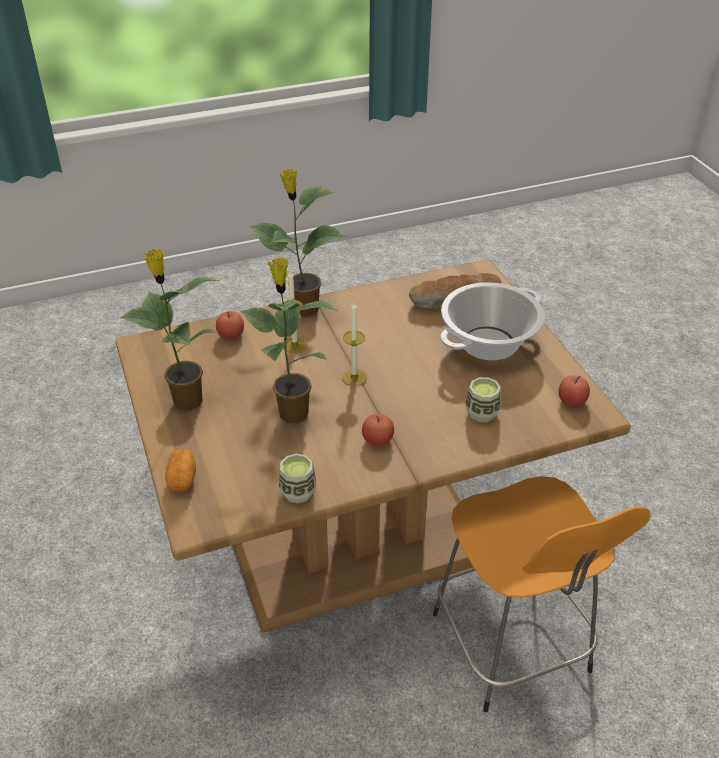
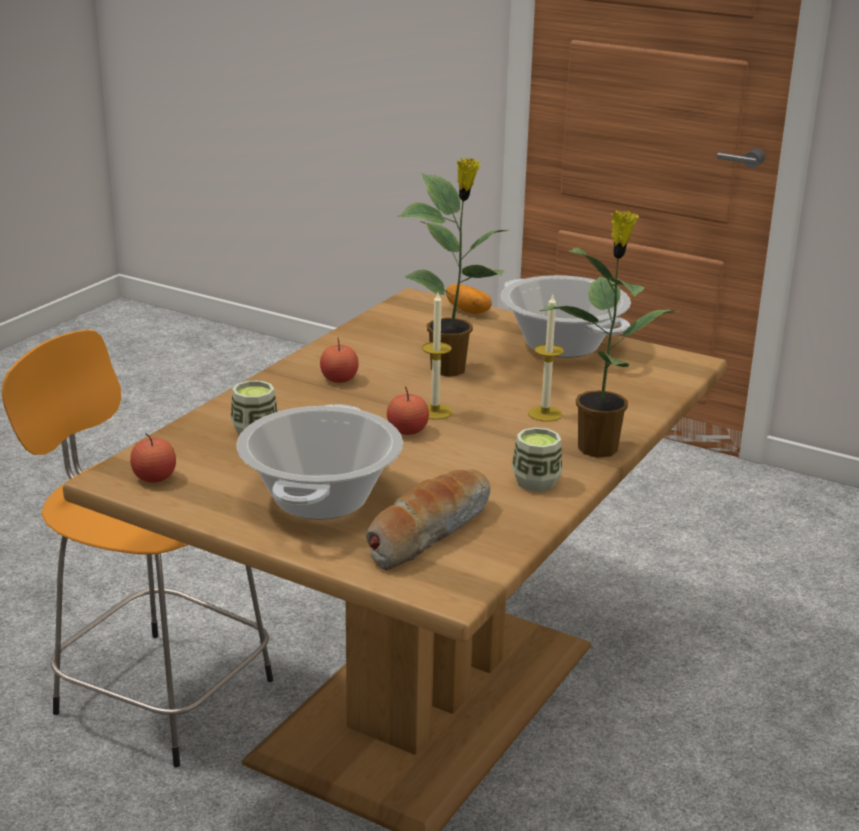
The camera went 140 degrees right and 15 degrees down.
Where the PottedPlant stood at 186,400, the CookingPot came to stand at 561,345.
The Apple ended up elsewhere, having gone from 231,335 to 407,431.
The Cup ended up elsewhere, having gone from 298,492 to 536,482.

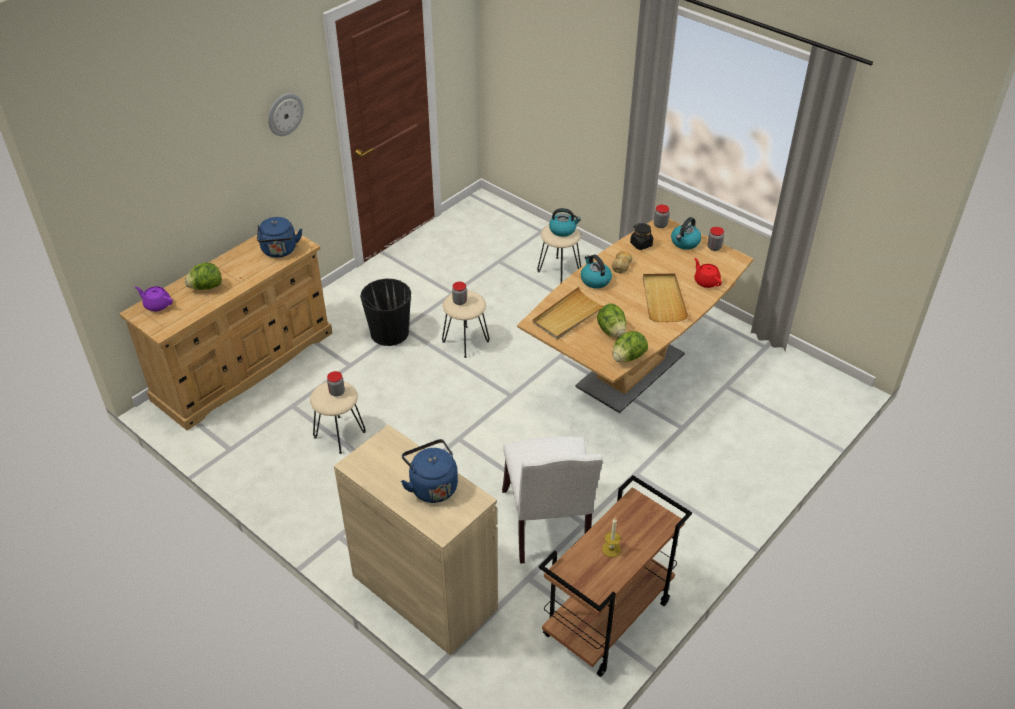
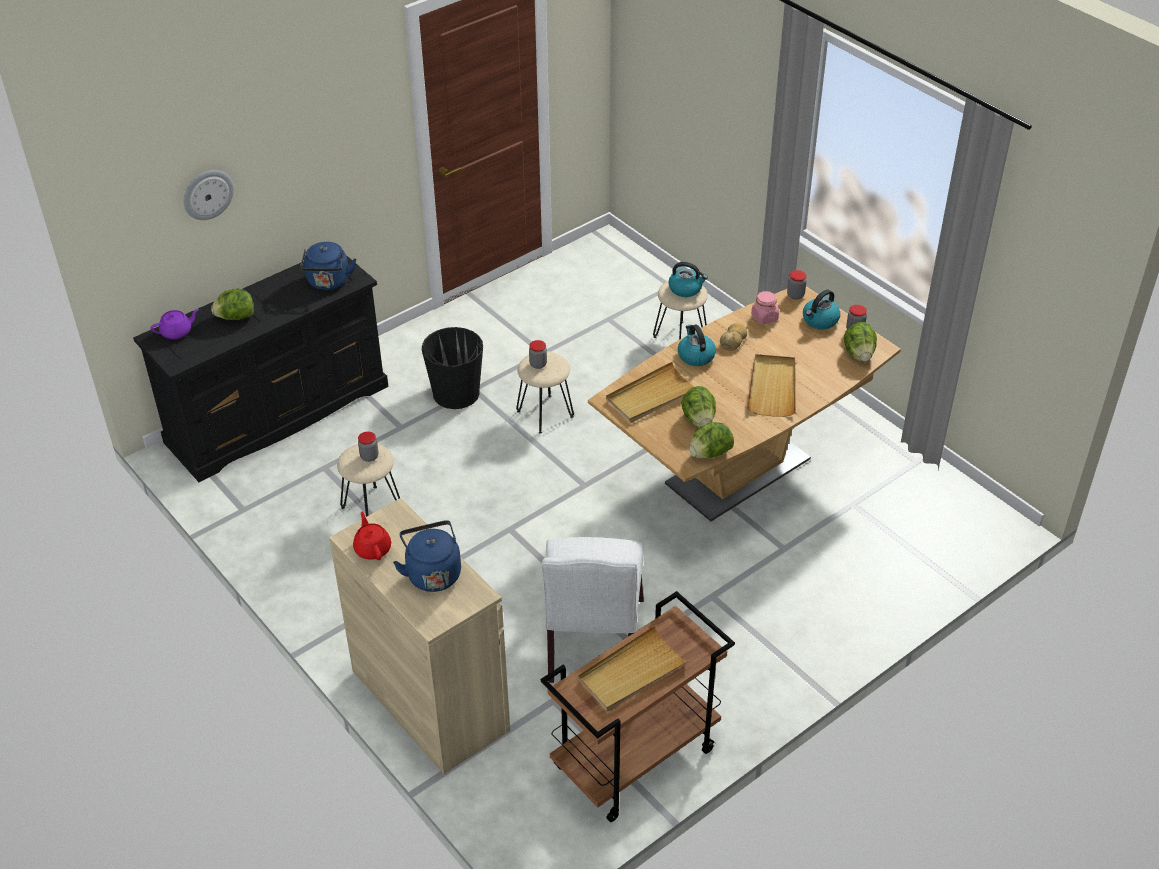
The camera went 10 degrees right and 0 degrees up.
The WallClock ended up elsewhere, having gone from 284,114 to 207,194.
What was the BlackJar at 641,244 turned into the PinkJar at 764,317.
What was the BeigeDresser at 244,365 turned into the BlackDresser at 279,413.
The RedTeapot ended up elsewhere, having gone from 706,281 to 373,548.
The PurpleTeapot at 157,305 ended up facing another way, 120 degrees clockwise from before.
Where the Candle stood at 611,549, the BeigeTray came to stand at 631,672.
The second view gained the Lettuce at 859,354.

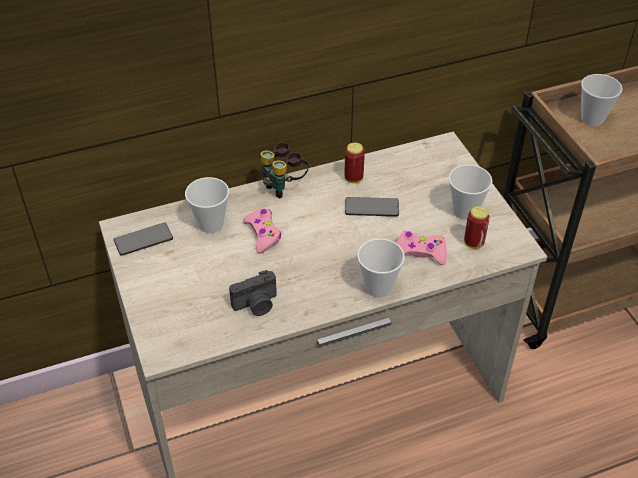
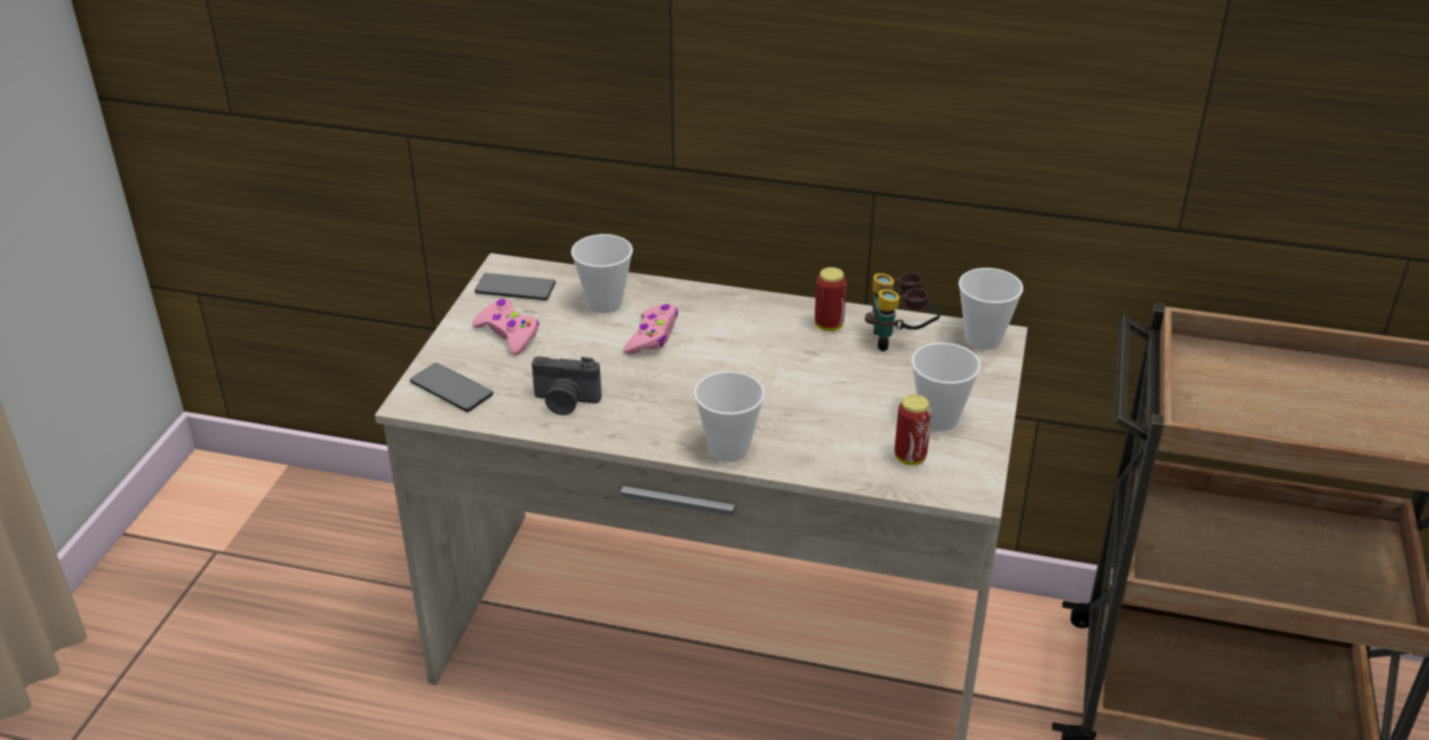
The camera went 35 degrees right and 10 degrees down.
The Cup ended up elsewhere, having gone from 592,118 to 983,339.
The Binoculars ended up elsewhere, having gone from 284,186 to 899,340.
The Phone ended up elsewhere, having gone from 372,208 to 451,389.
The PinkGameController ended up elsewhere, having gone from 420,252 to 508,334.

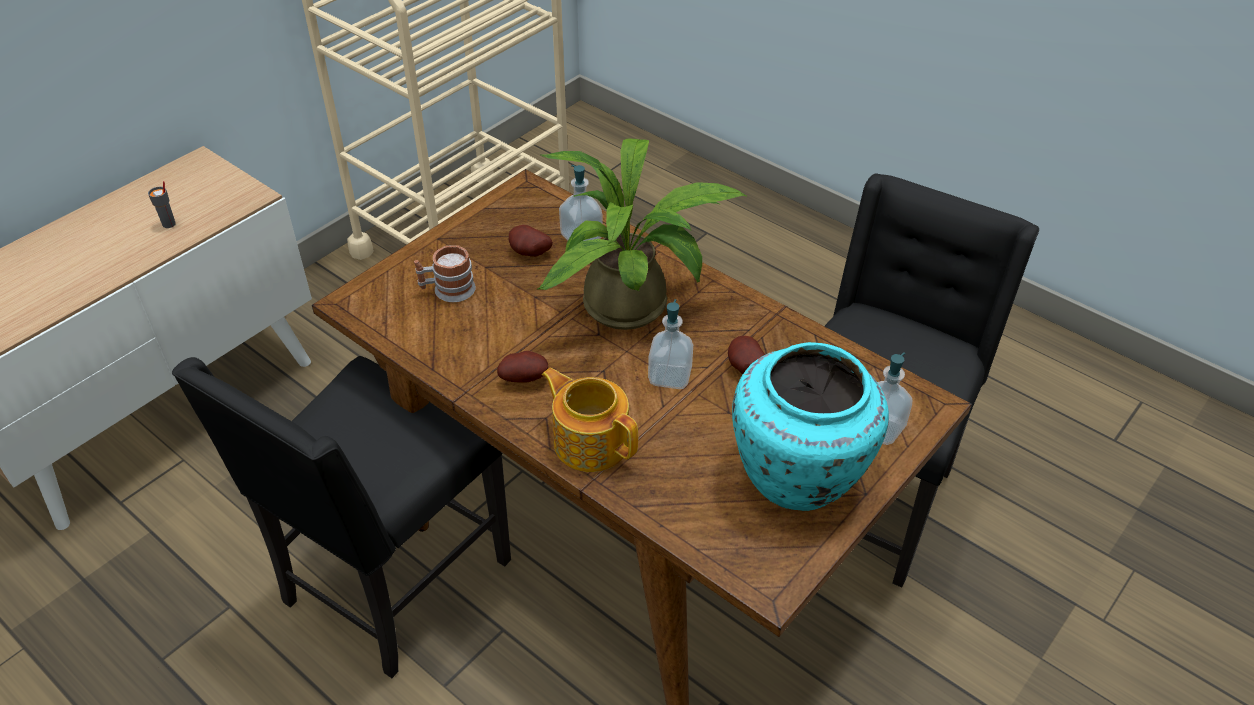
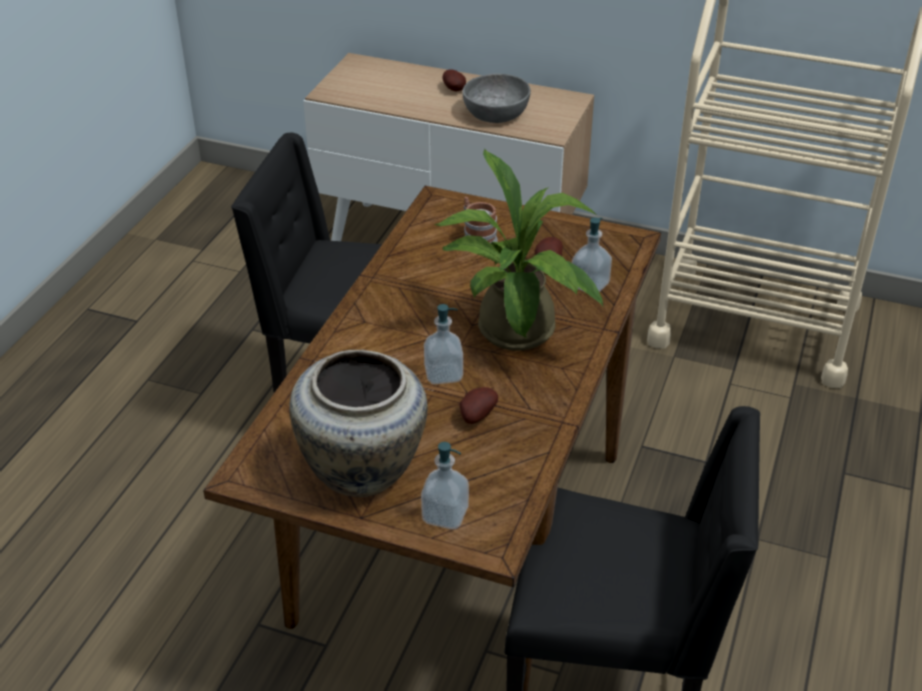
The camera went 70 degrees right and 5 degrees down.
Where the GreyCup stood at 169,224, the GreyBowl came to stand at 496,114.
What was the TurquoiseVase at 799,476 turned into the BeigeVase at 363,472.
The Potato ended up elsewhere, having gone from 524,378 to 455,90.
The second view lost the Teapot at 590,441.

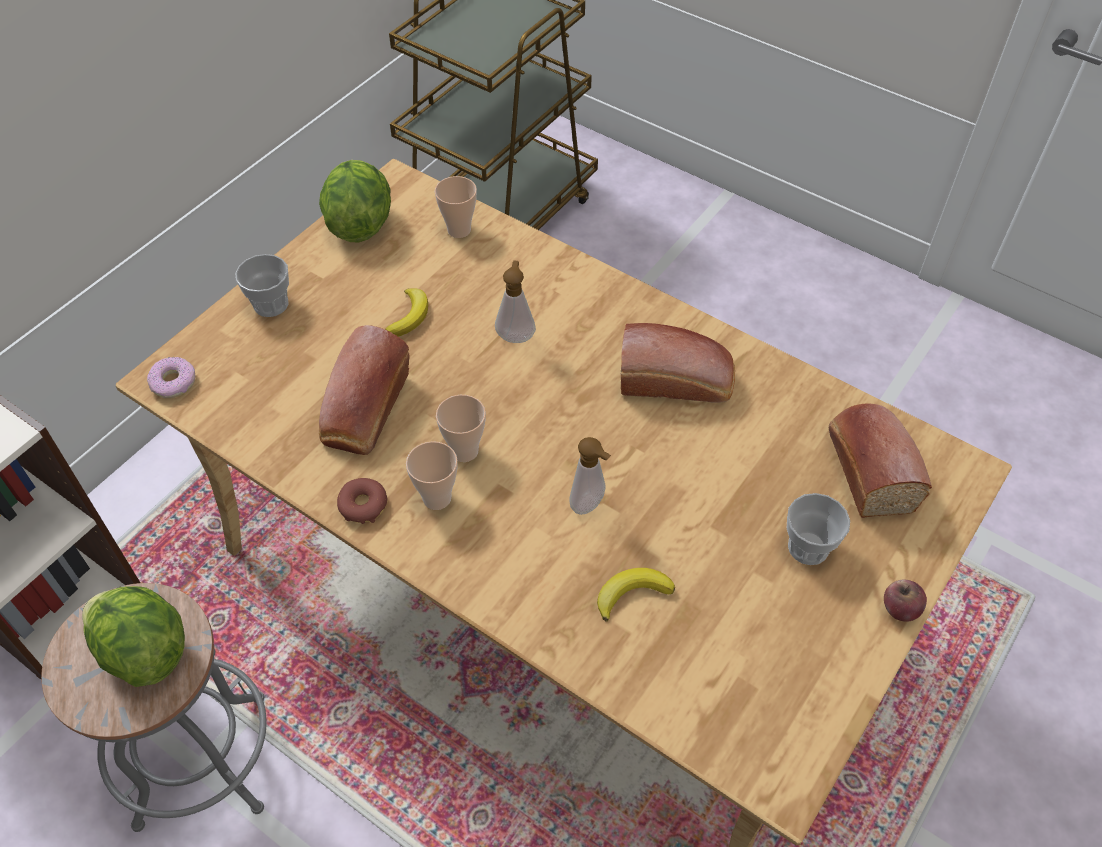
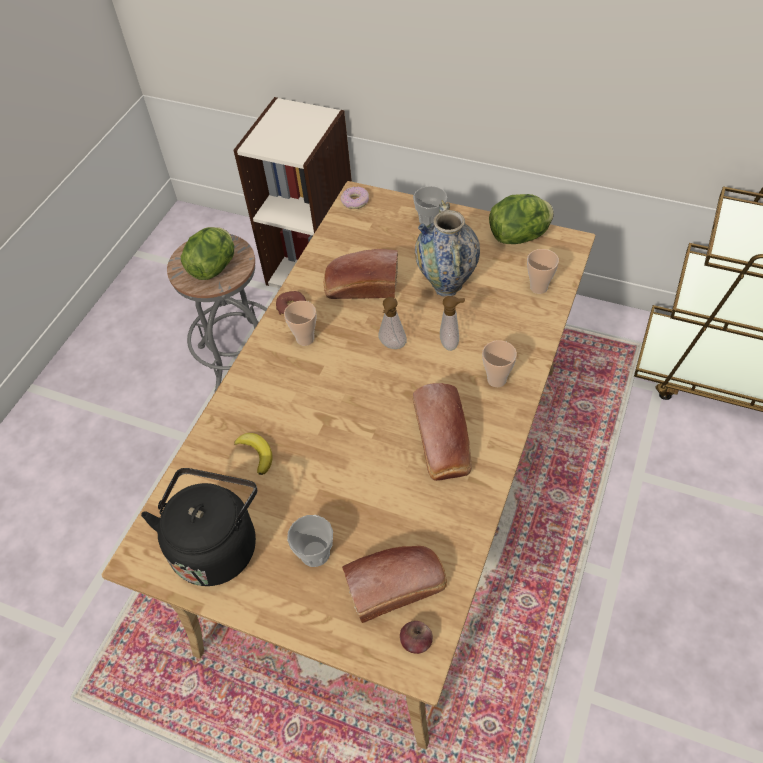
The camera went 80 degrees right and 0 degrees up.
Where the Banana stood at 409,316, the Vase came to stand at 447,285.
The Cup ended up elsewhere, having gone from 464,451 to 496,380.
The SoapDispenser ended up elsewhere, having gone from 590,505 to 392,346.
The Apple ended up elsewhere, having gone from 900,609 to 416,642.
The second view gained the BlackKettle at 216,544.

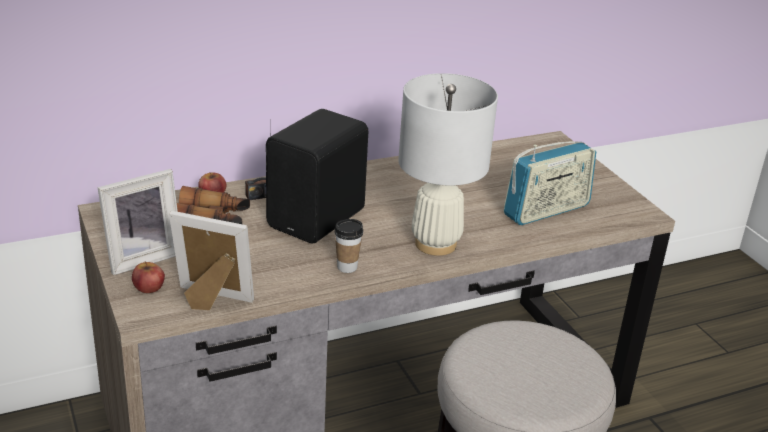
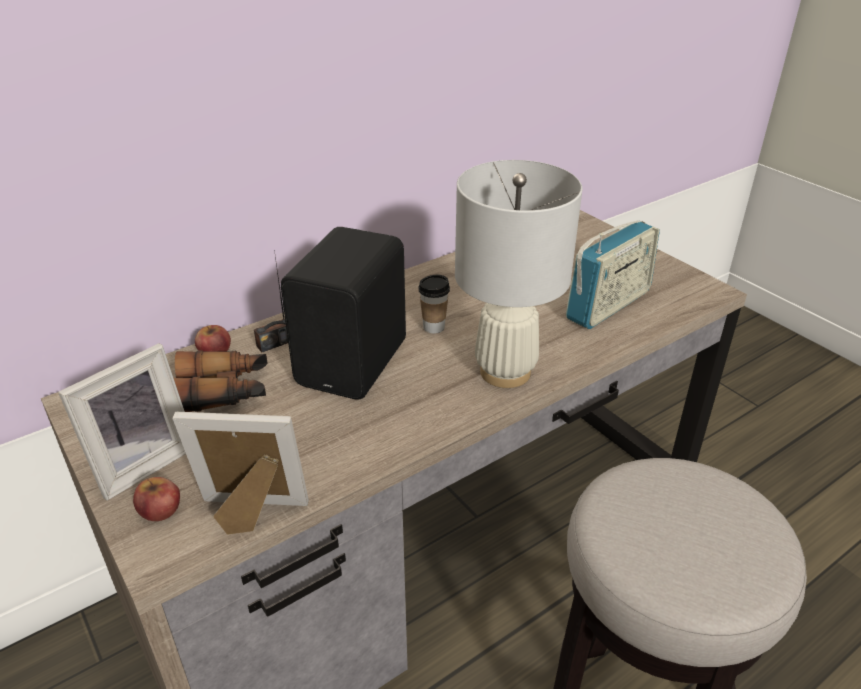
The camera went 10 degrees left and 5 degrees up.
The Cup ended up elsewhere, having gone from 347,267 to 434,327.

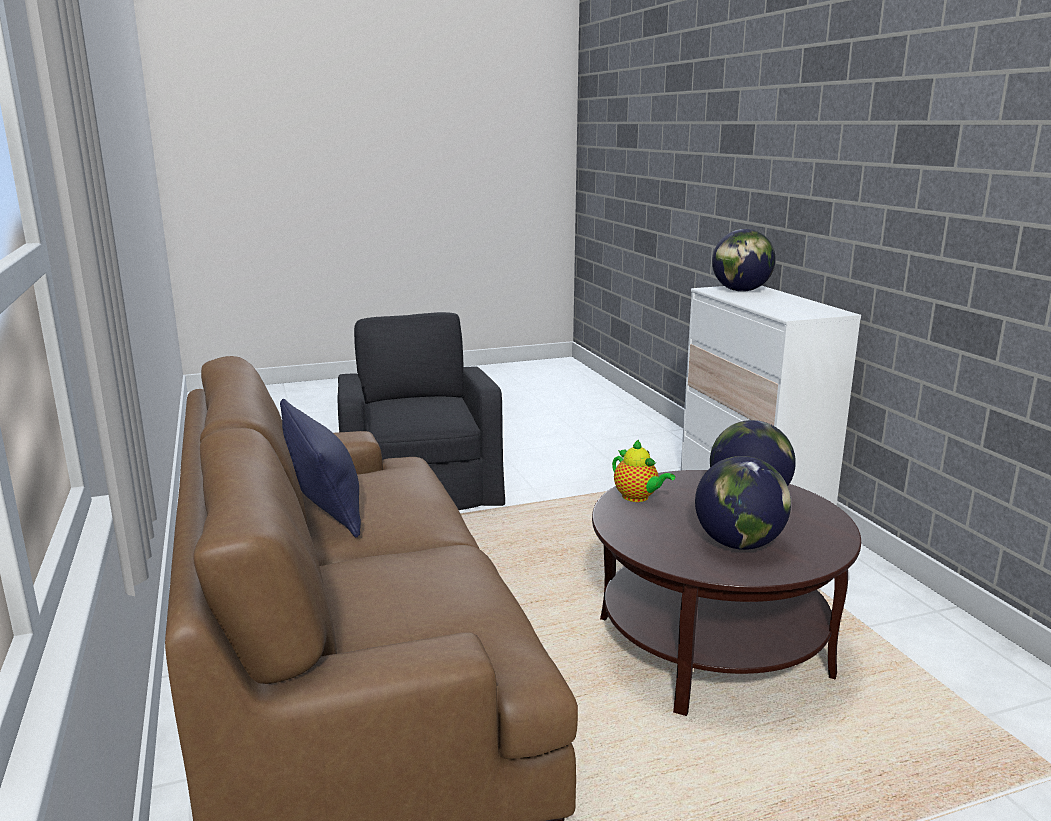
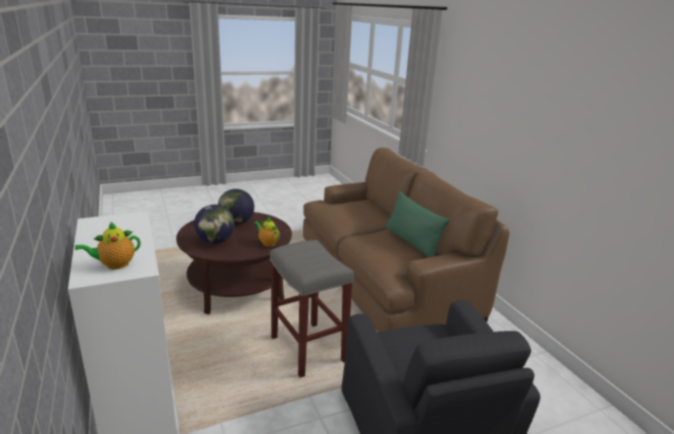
The camera went 175 degrees right and 5 degrees up.
Where the Globe stood at 740,291, the Teapot came to stand at 114,265.
What was the BluePillow at 324,503 turned into the GreenPillow at 412,242.
The second view gained the GreyStool at 309,349.

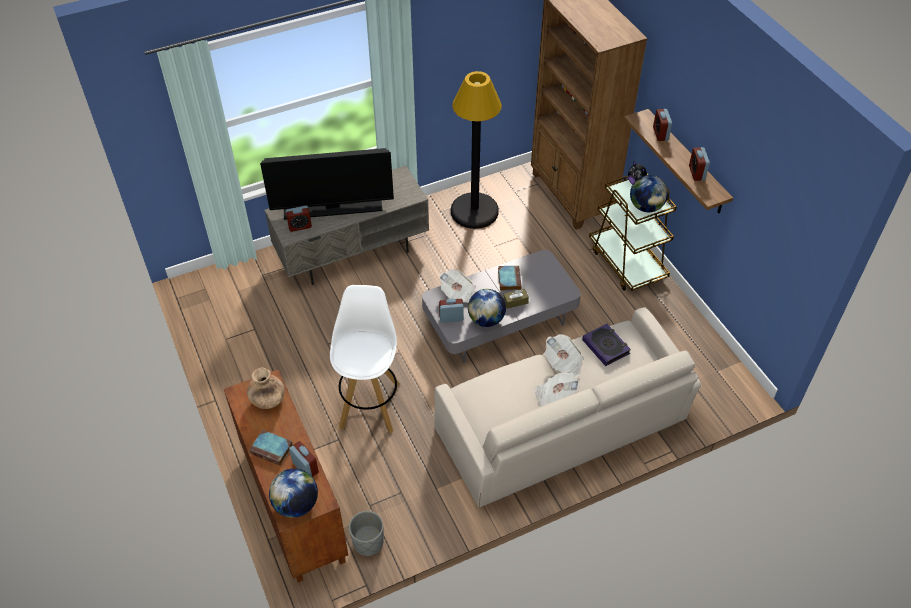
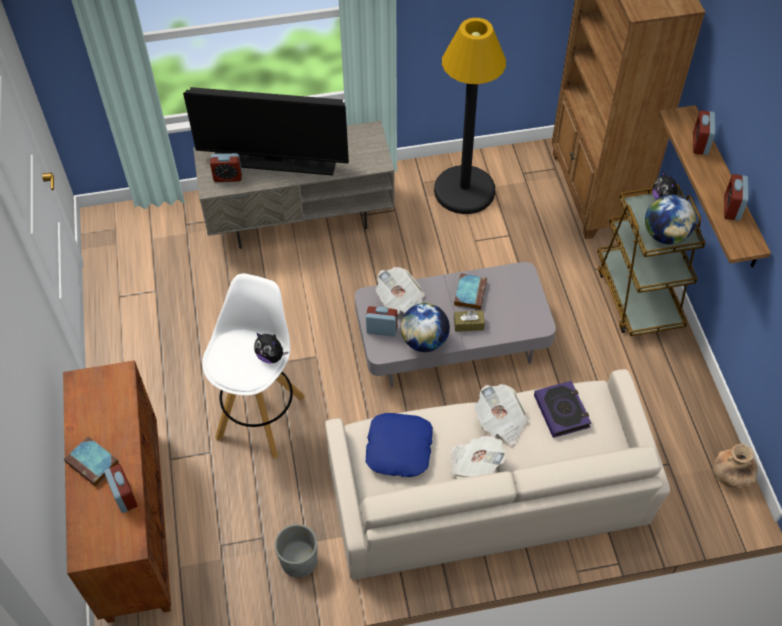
The camera went 15 degrees right and 5 degrees up.
The BrownVase ended up elsewhere, having gone from 268,400 to 730,476.
The second view lost the Globe at 296,504.
The GreyPlanter ended up elsewhere, having gone from 368,543 to 299,561.
The second view gained the PlushToy at 271,356.
The second view gained the BluePillow at 398,448.

